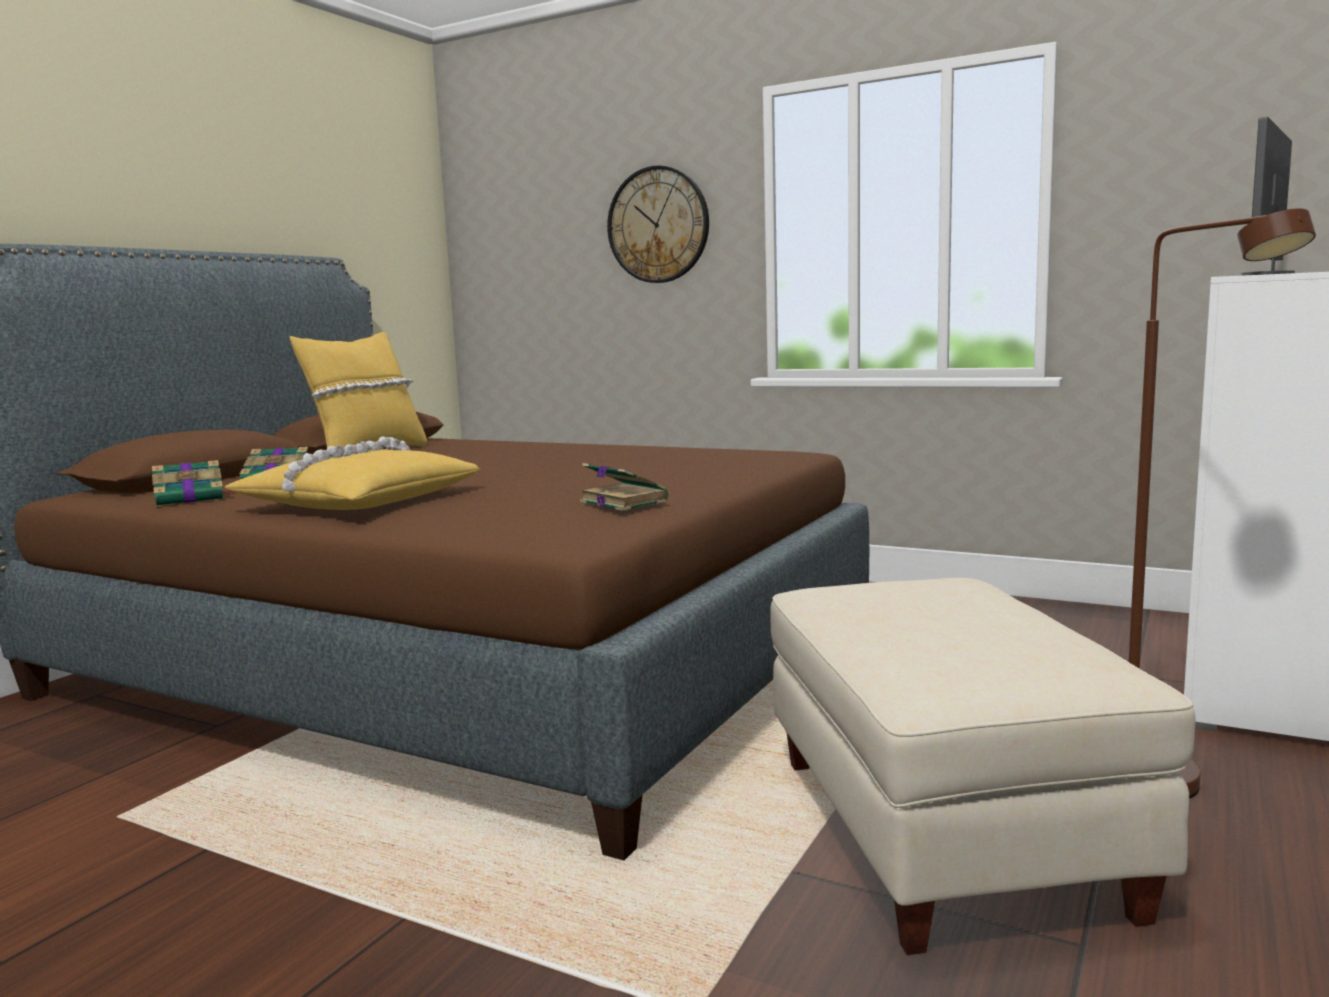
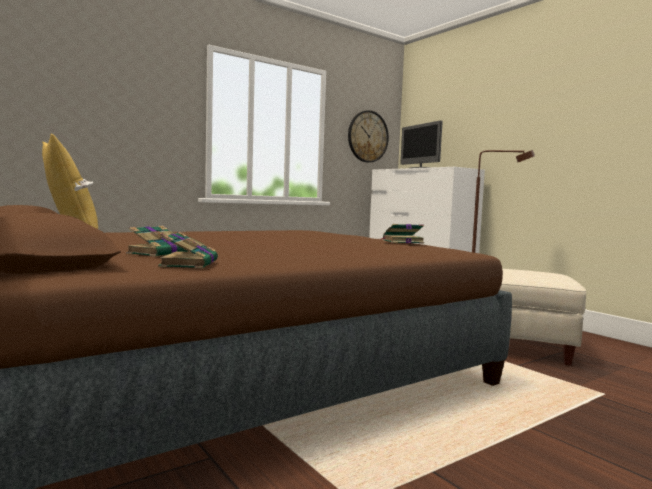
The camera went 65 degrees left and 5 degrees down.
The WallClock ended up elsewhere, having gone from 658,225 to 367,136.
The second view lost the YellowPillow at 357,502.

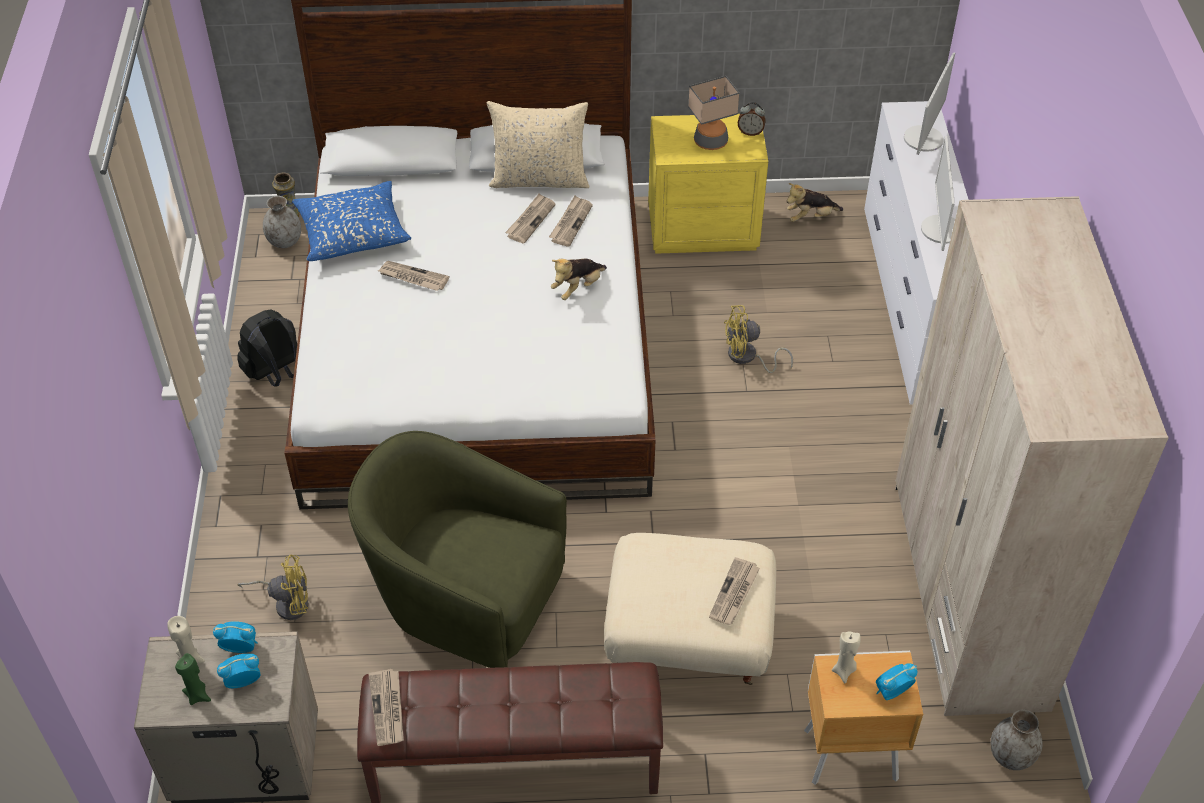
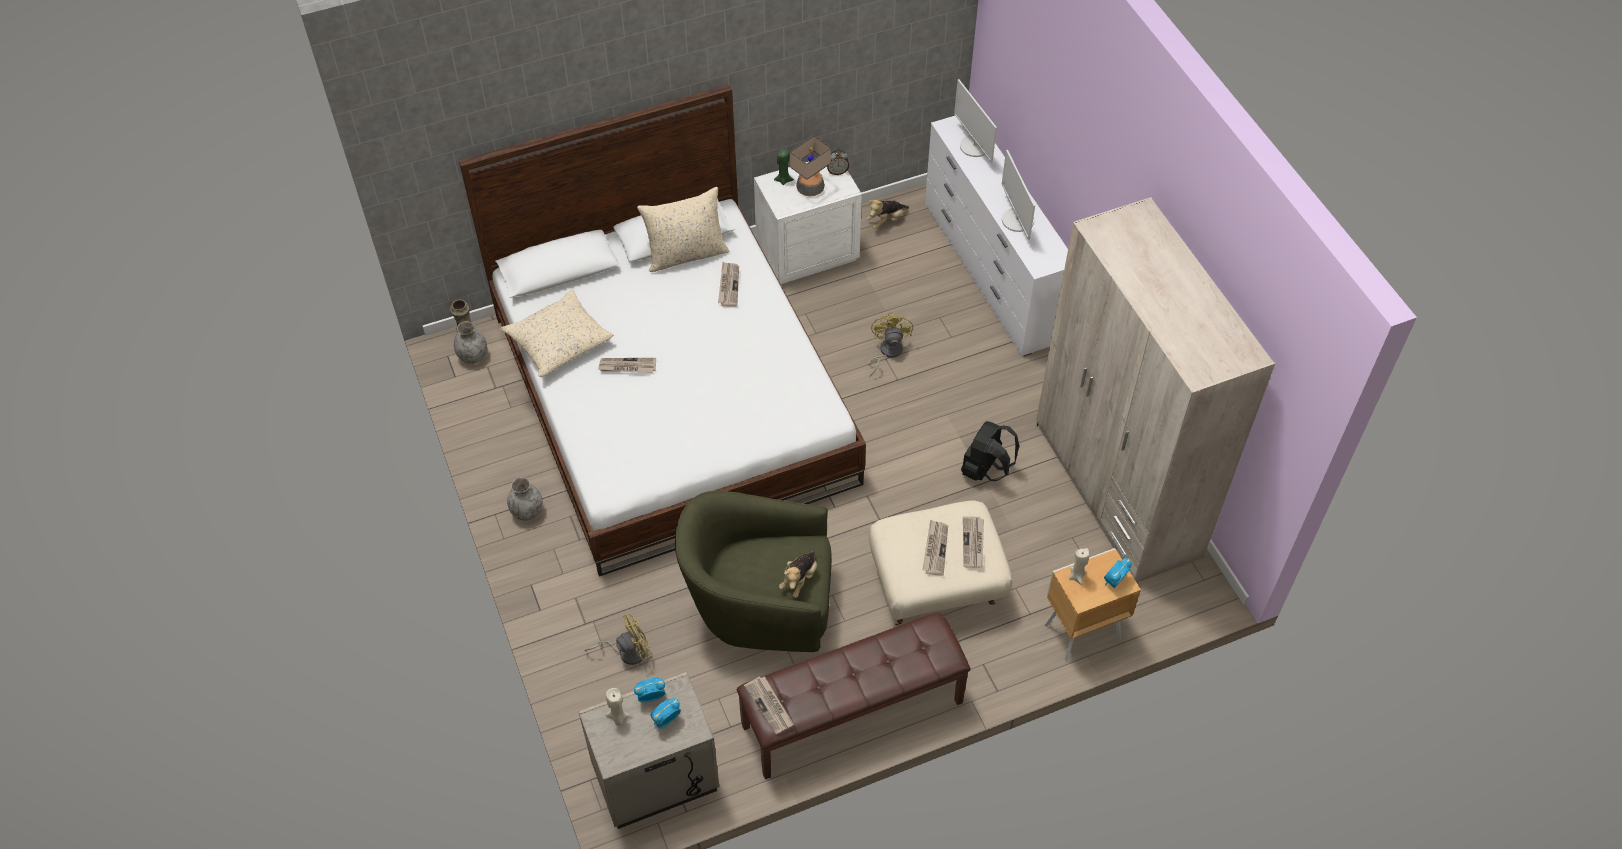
The camera went 20 degrees left and 5 degrees up.
The Monitor at 924,139 ended up facing another way, 150 degrees clockwise from before.
What was the YellowNightstand at 702,228 turned into the WhiteNightstand at 807,252.
What was the BluePillow at 353,232 turned into the BeigePillow at 559,341.
The Newspaper ended up elsewhere, having gone from 530,220 to 935,549.
The PlushToy ended up elsewhere, having gone from 578,288 to 799,579.
The YellowFan at 747,357 ended up facing another way, 120 degrees clockwise from before.
The BlackBackpack ended up elsewhere, having gone from 275,374 to 985,470.
The GreenCandle ended up elsewhere, having gone from 198,695 to 783,180.
The GreyVase ended up elsewhere, having gone from 1010,756 to 527,512.

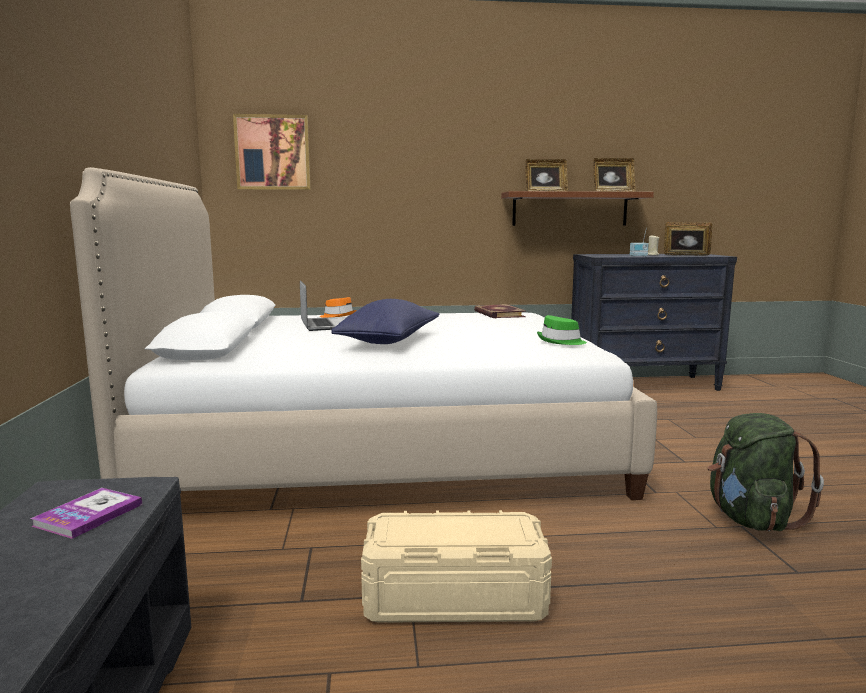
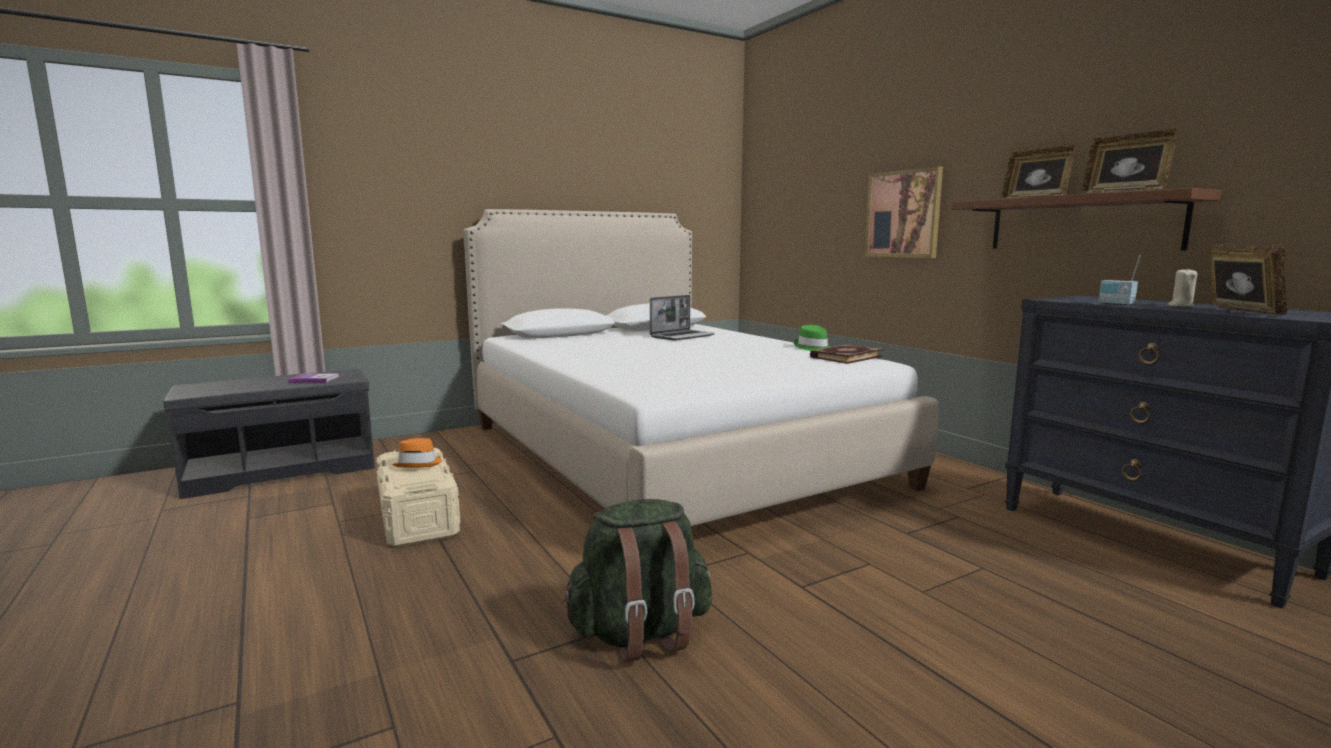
The camera went 65 degrees right and 0 degrees up.
The Picture ended up elsewhere, having gone from 272,152 to 903,214.
The OrangeHat ended up elsewhere, having gone from 338,316 to 419,464.
The second view lost the BluePillow at 389,341.
The GreenHat ended up elsewhere, having gone from 561,341 to 813,348.

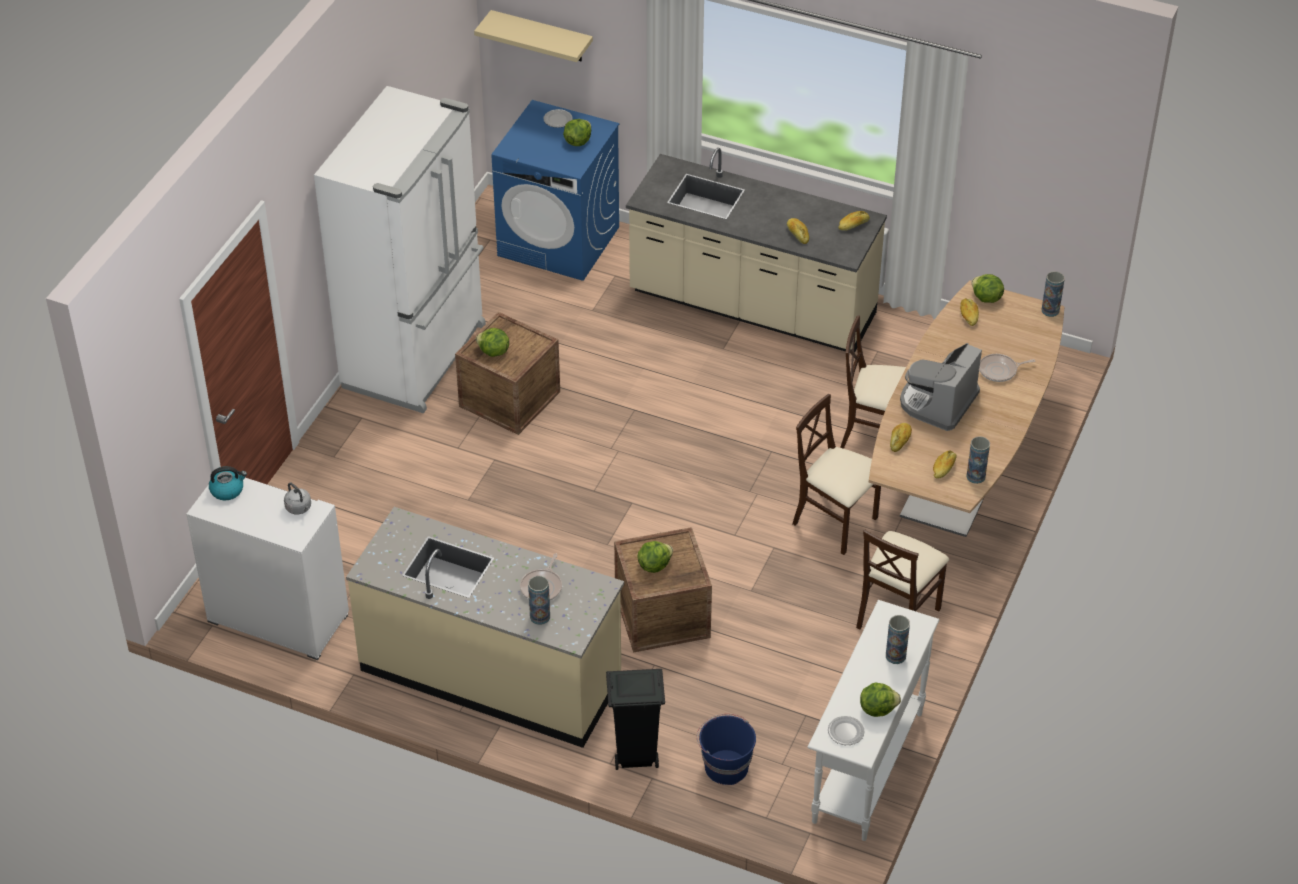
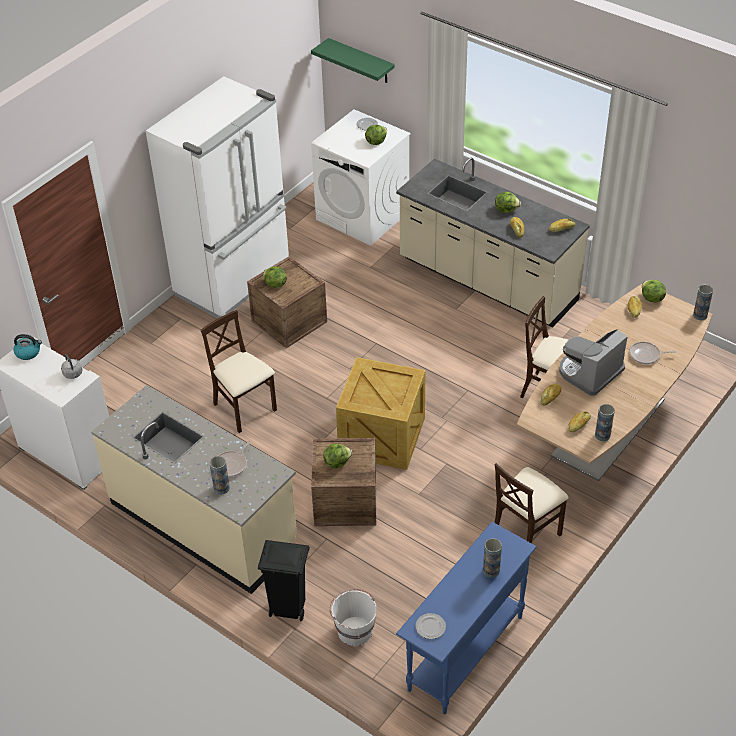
The camera went 15 degrees right and 0 degrees up.
What was the BeigeShelf at 542,36 turned into the GreenShelf at 361,61.
What was the BlueWashingMachine at 559,241 turned into the WhiteWashingMachine at 363,216.
The BeigeChair ended up elsewhere, having gone from 835,522 to 244,408.
What was the WhiteConsoleTable at 867,767 turned into the BlueConsoleTable at 465,653.
The Lettuce ended up elsewhere, having gone from 877,708 to 506,209.
What was the BlueBucket at 725,766 turned into the WhiteBucket at 354,630.
The second view gained the Crate at 381,435.

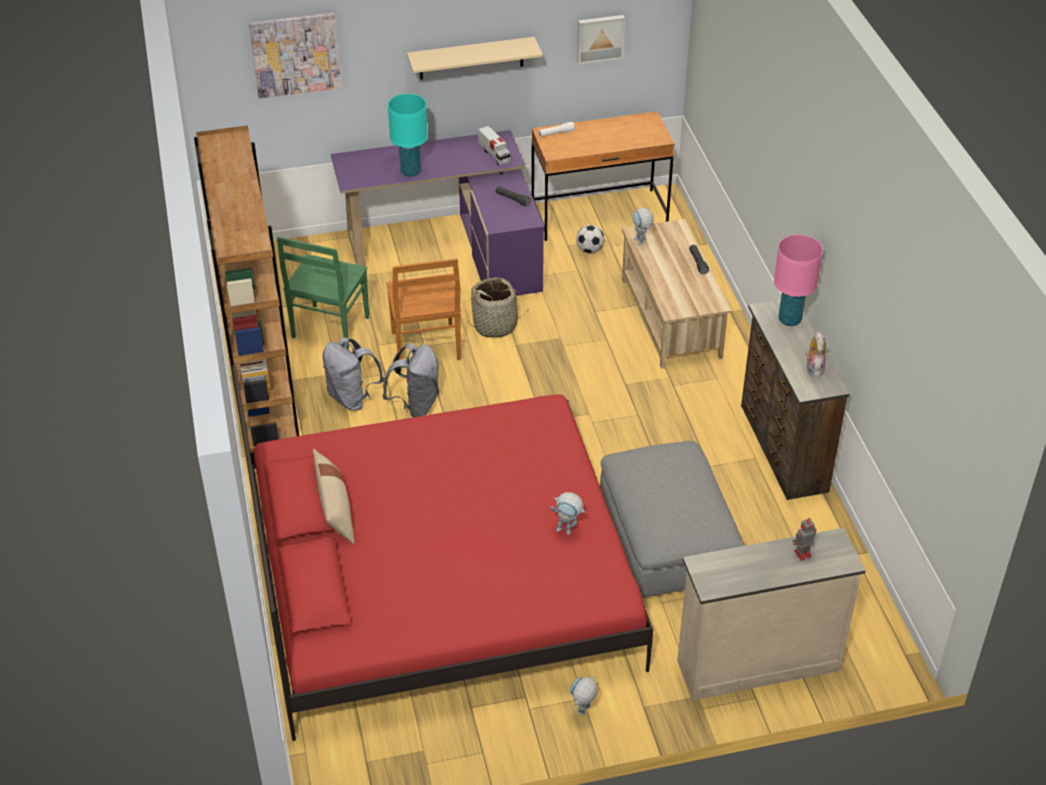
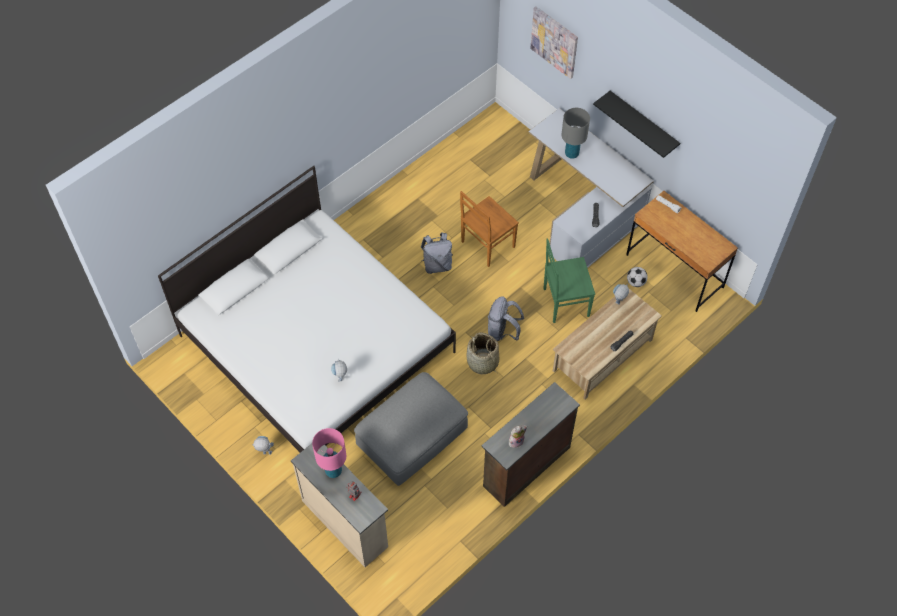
The camera went 60 degrees right and 15 degrees up.
The second view lost the Picture at 600,38.
What was the BeigeShelf at 471,58 turned into the BlackShelf at 643,123.
What was the TurquoiseTableLamp at 410,171 turned into the GreyTableLamp at 571,153.
The second view lost the BrownBookcase at 263,397.
The second view lost the ToyTruck at 494,154.
What was the PurpleDesk at 453,248 turned into the WhiteDesk at 583,212.
The PinkTableLamp ended up elsewhere, having gone from 789,320 to 333,471.
The GreenChair ended up elsewhere, having gone from 329,329 to 564,302.
The Basket ended up elsewhere, having gone from 496,325 to 483,362.
The GreyBackpack ended up elsewhere, having gone from 352,398 to 503,332.
What was the RedBed at 440,579 turned into the WhiteBed at 317,343.
The second view lost the BeigePillow at 335,509.

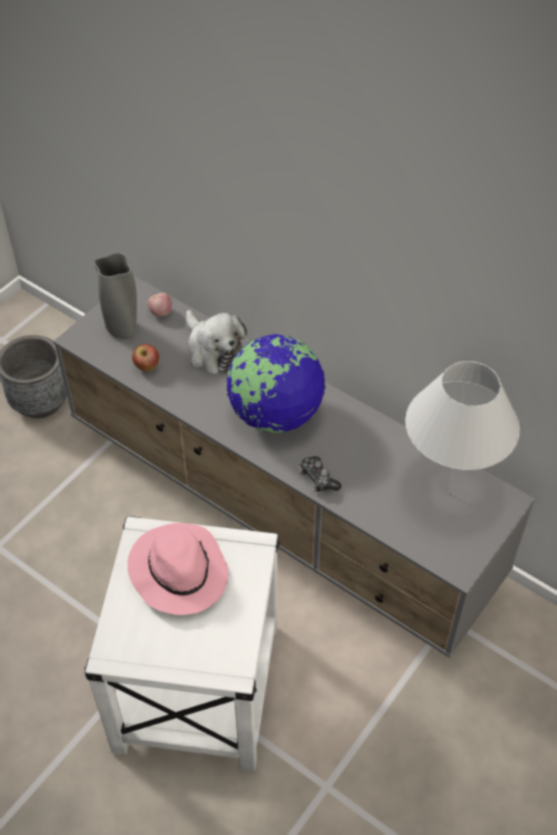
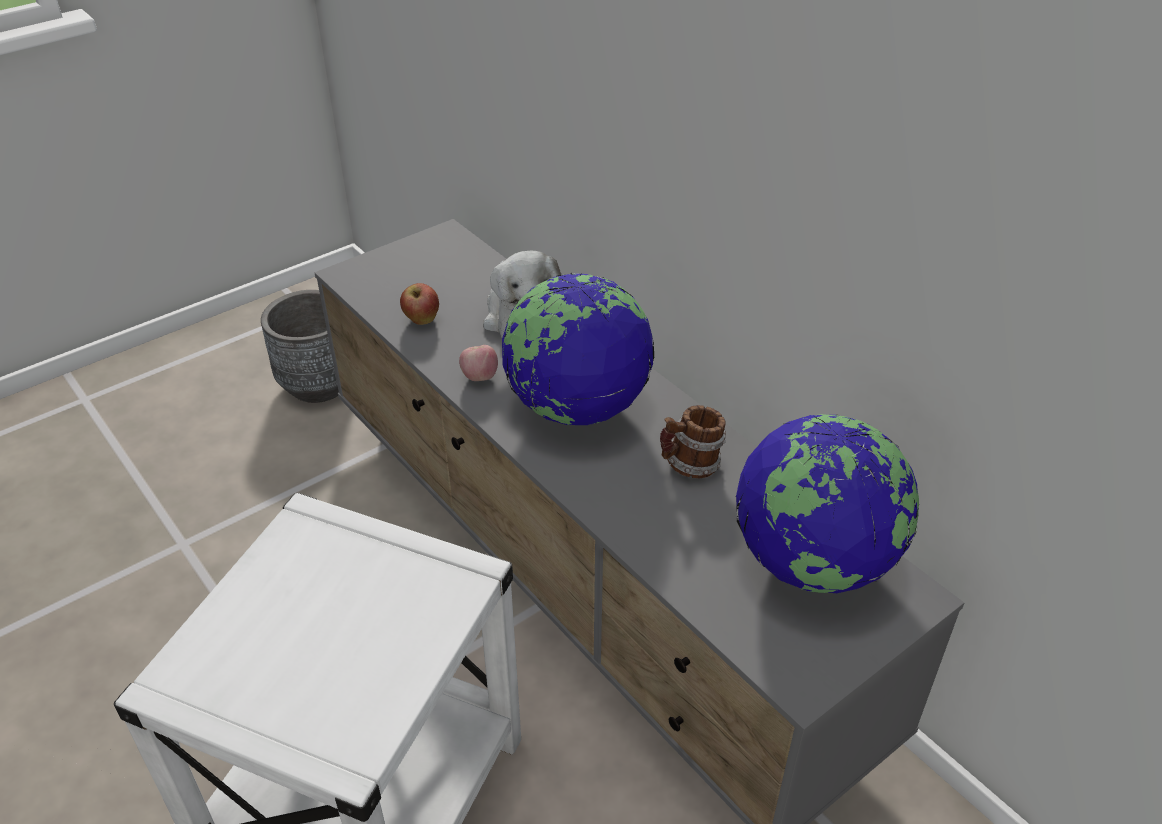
The camera went 15 degrees right and 10 degrees down.
The second view lost the GreyVase at 123,330.
The Apple ended up elsewhere, having gone from 160,312 to 480,377.
Where the WhiteTableLamp stood at 448,492, the Globe came to stand at 814,562.
The second view lost the GameController at 318,479.
The second view lost the PinkHat at 178,571.
The second view gained the Mug at 690,466.

